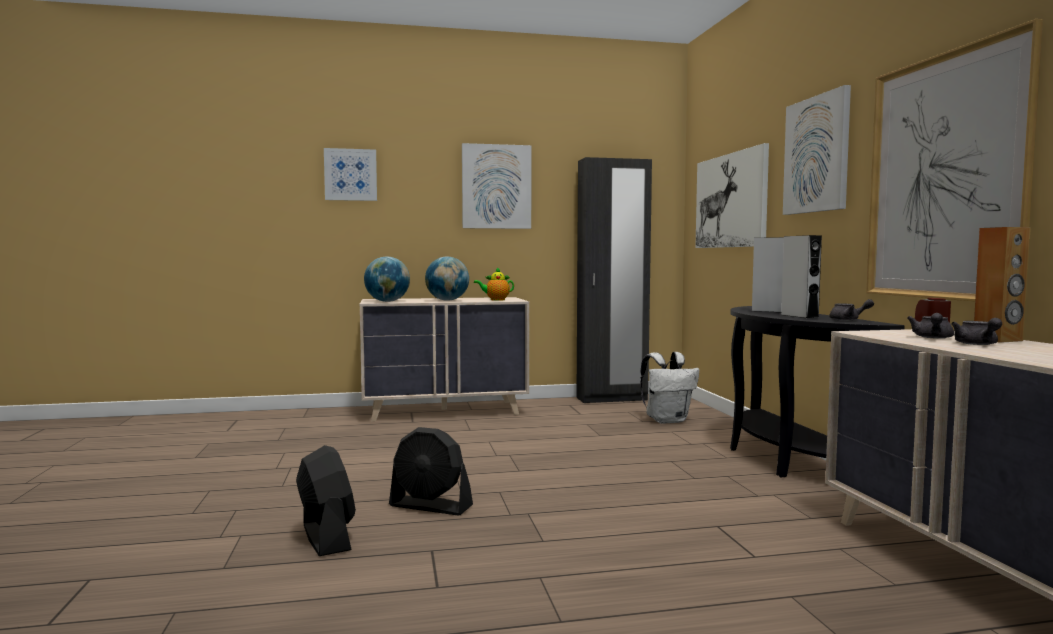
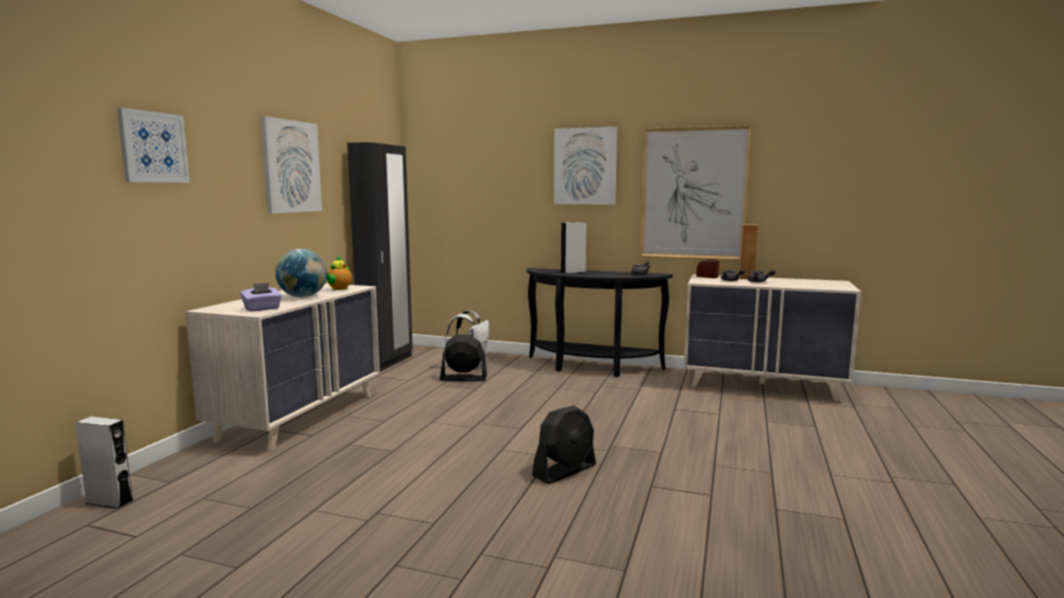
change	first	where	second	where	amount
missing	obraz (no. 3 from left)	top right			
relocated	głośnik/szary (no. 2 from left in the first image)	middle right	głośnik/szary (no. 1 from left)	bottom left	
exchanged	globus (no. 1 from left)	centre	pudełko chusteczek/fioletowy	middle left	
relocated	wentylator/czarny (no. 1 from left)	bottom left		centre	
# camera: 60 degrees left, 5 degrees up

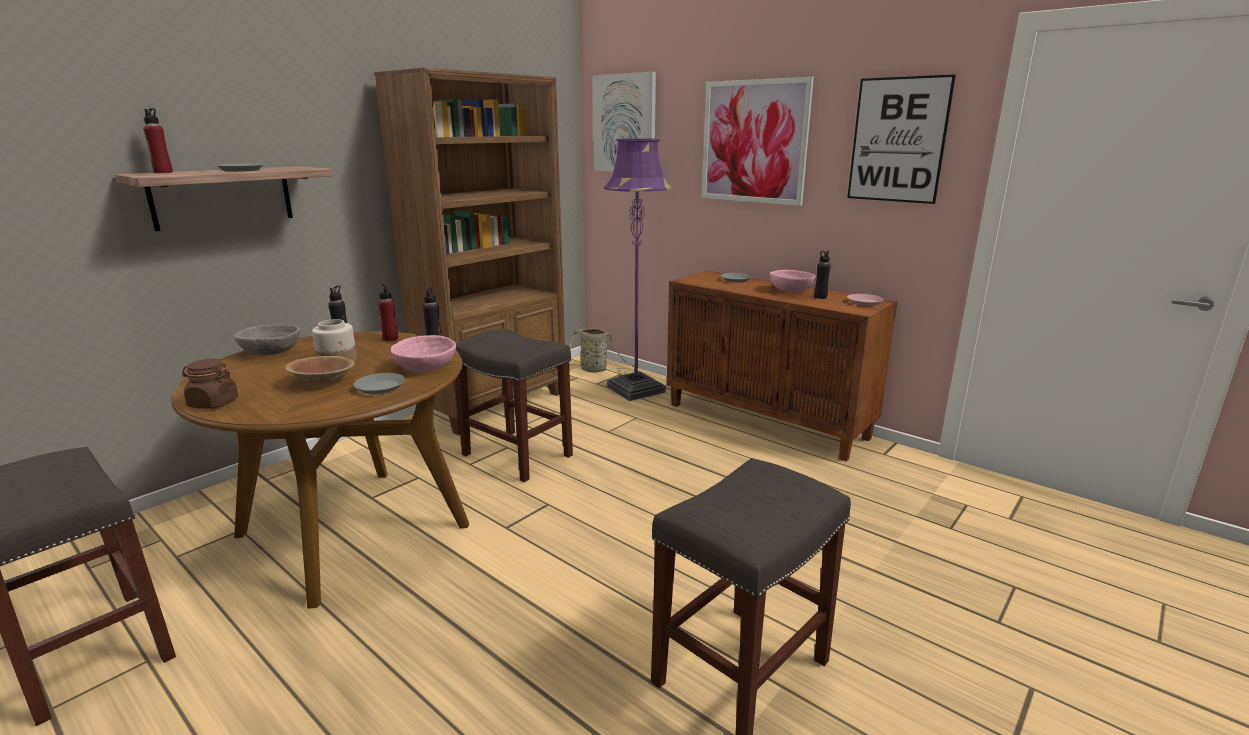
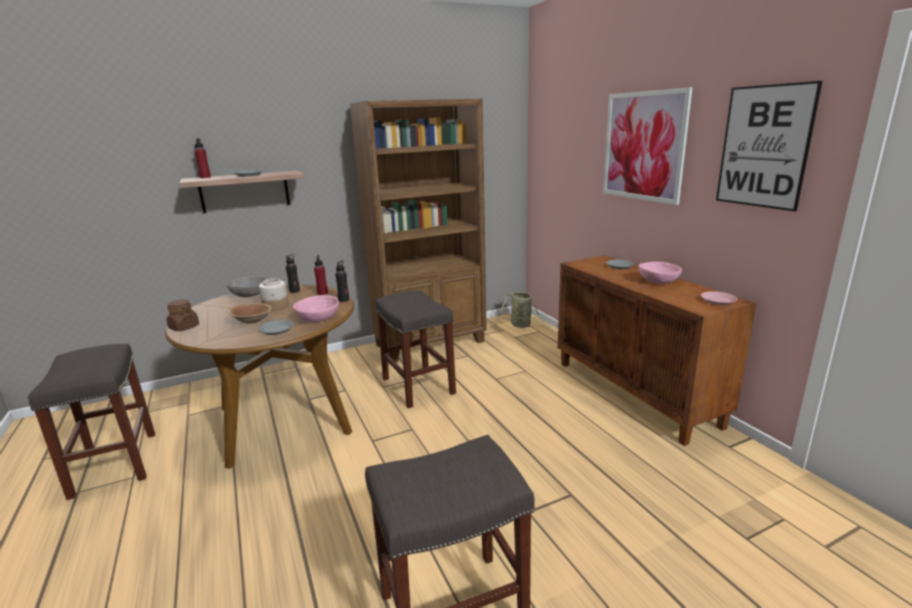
change	first	where	second	where	amount
missing	obraz (no. 1 from left)	top centre			
missing	lampa stojąca/fioletowy	centre			
missing	butelka/czarny (no. 3 from left)	centre			
# camera: 25 degrees right, 0 degrees up

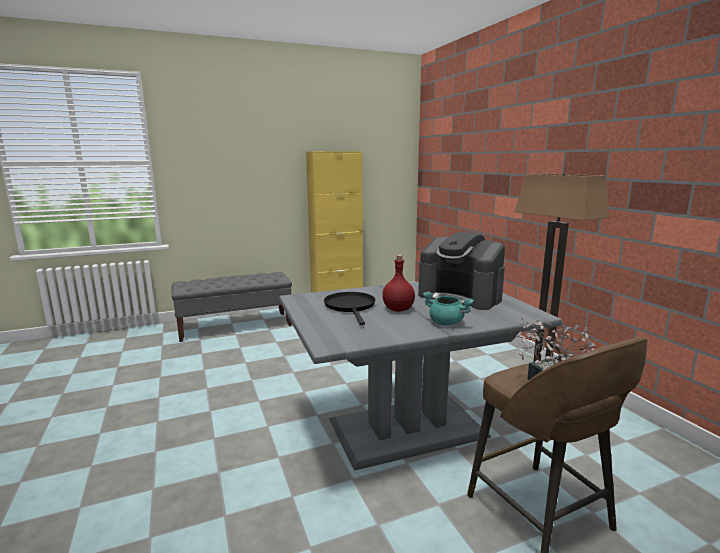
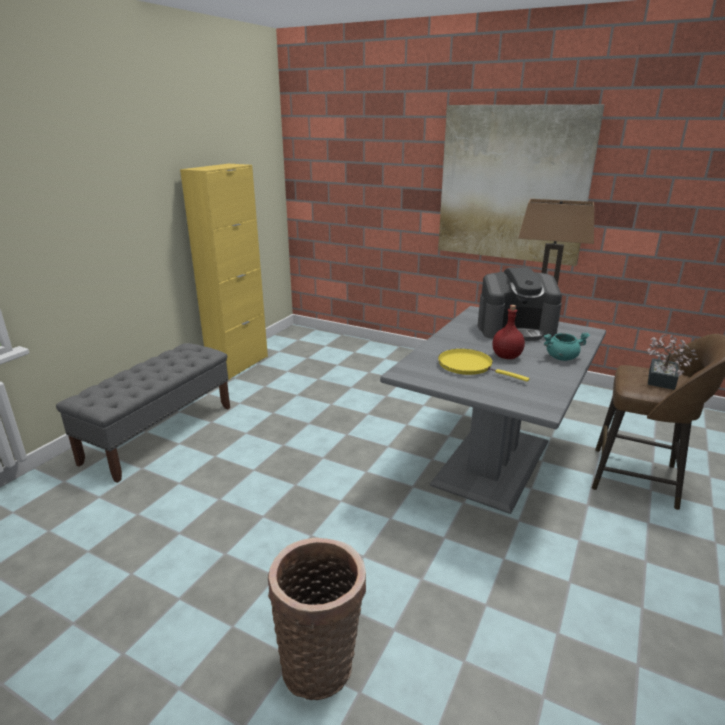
change	first	where	second	where	amount
colour	patelnia/czarny	centre	patelnia/żółty	centre	
appeared			obraz	top right	
appeared			koszyk	bottom centre	
# camera: 40 degrees left, 10 degrees up

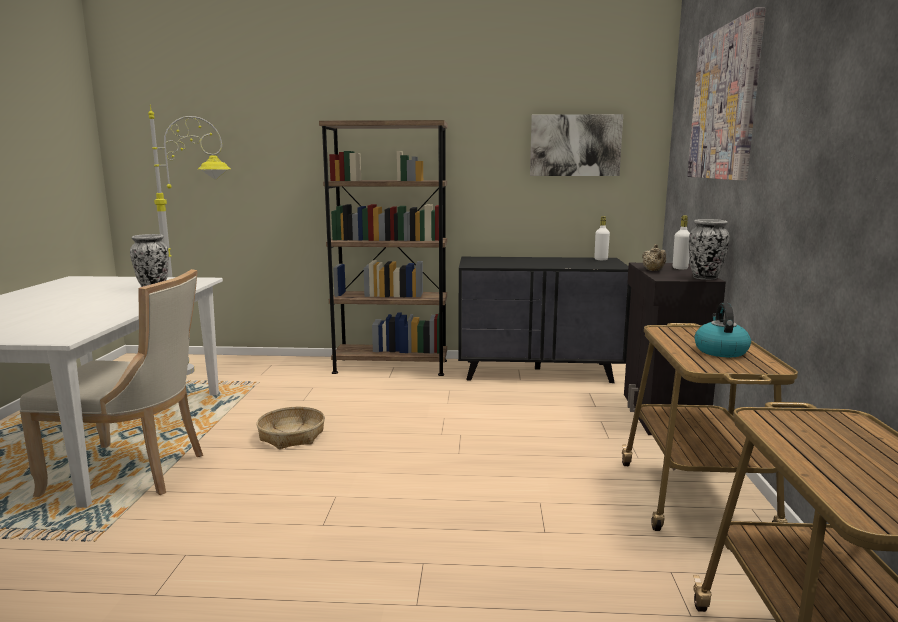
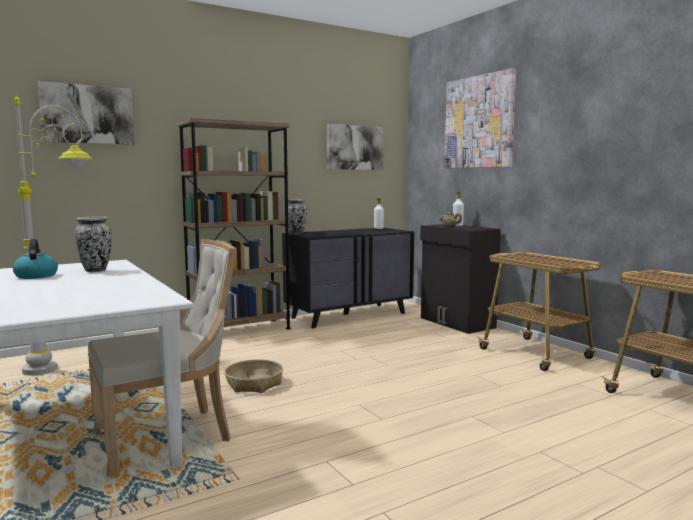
change	first	where	second	where	amount
relocated	wazon (no. 2 from left)	middle right		centre	
relocated	czajnik	middle right		middle left	
appeared			obraz (no. 1 from left)	top left	
# camera: 35 degrees left, 5 degrees down

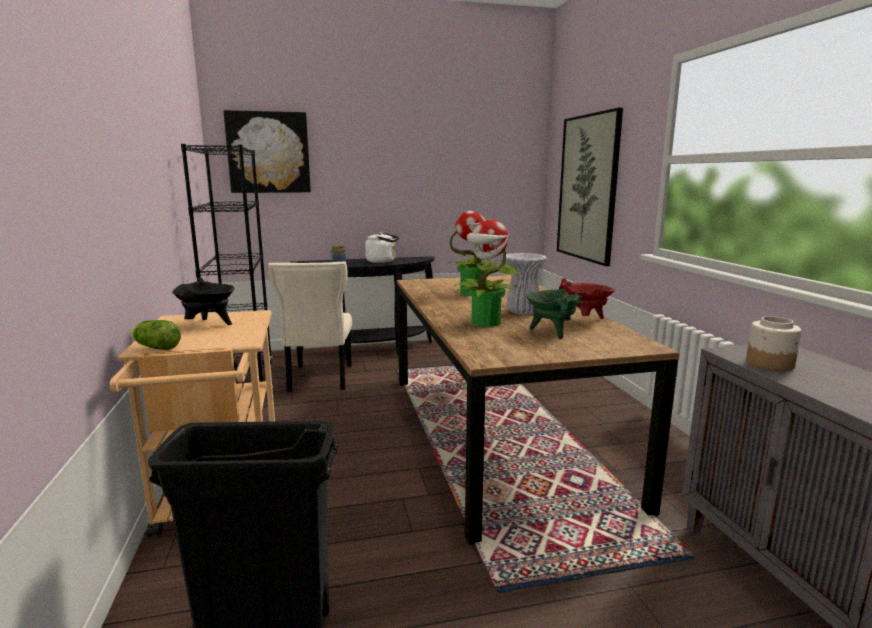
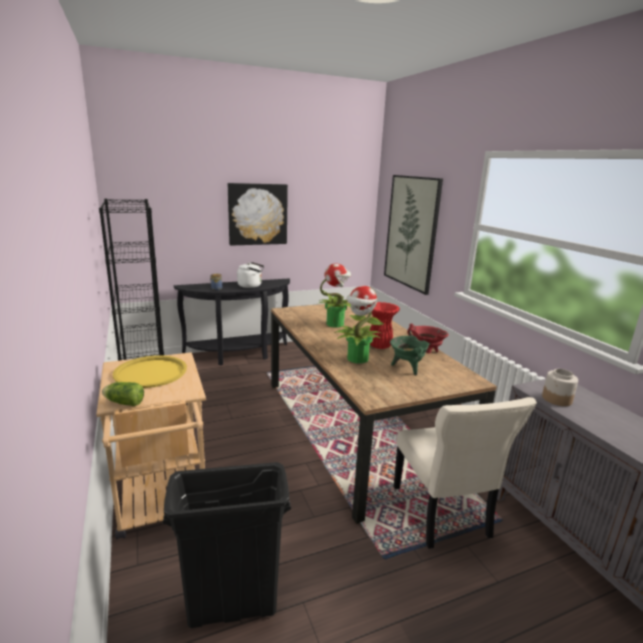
change	first	where	second	where	amount
relocated	obraz (no. 1 from left)	top left		top centre	
colour	wazon/biały	centre	wazon/czerwony	centre	
relocated	krzesło/beżowy	centre		bottom right	
exchanged	garnek/czarny	middle left	taca/żółty	middle left	
# camera: 10 degrees left, 5 degrees up

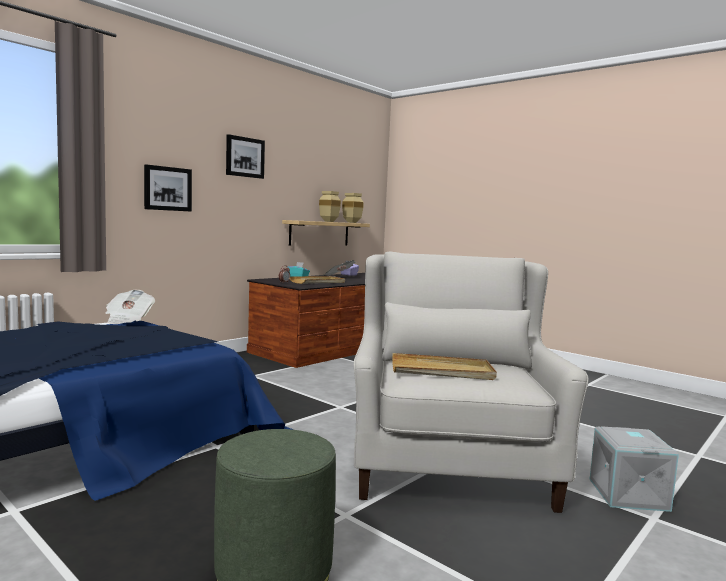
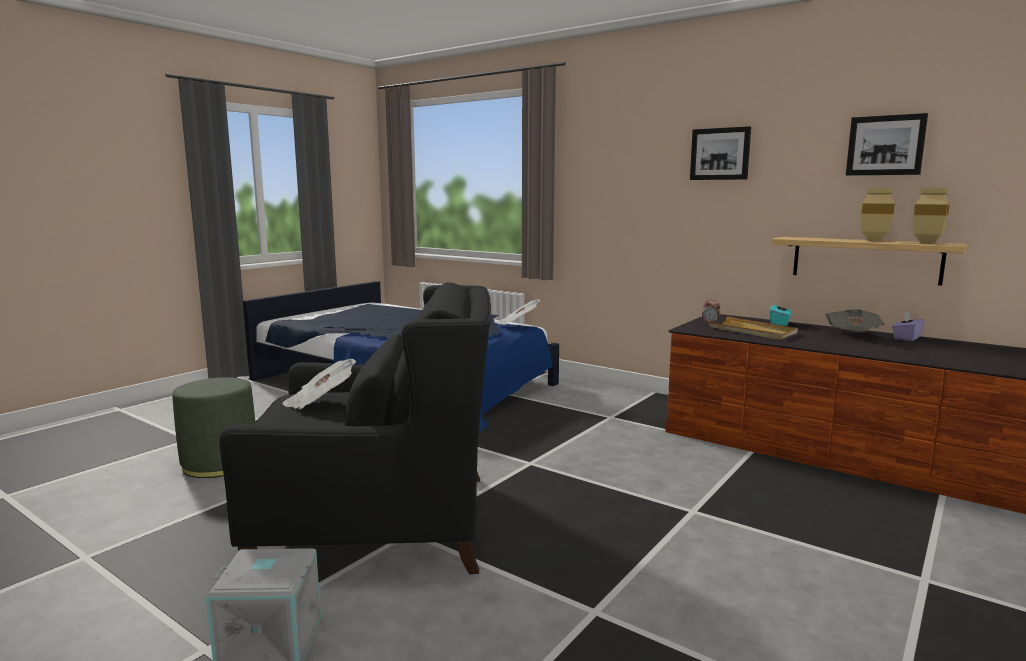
change	first	where	second	where	amount
relocated	obraz (no. 1 from left in the first image)	top left	obraz (no. 2 from left)	top right	
colour	fotel/biały	centre	fotel/czarny	centre	
exchanged	taca/beżowy (no. 2 from left)	centre	gazeta (no. 1 from left)	middle left	
# camera: 85 degrees right, 5 degrees up

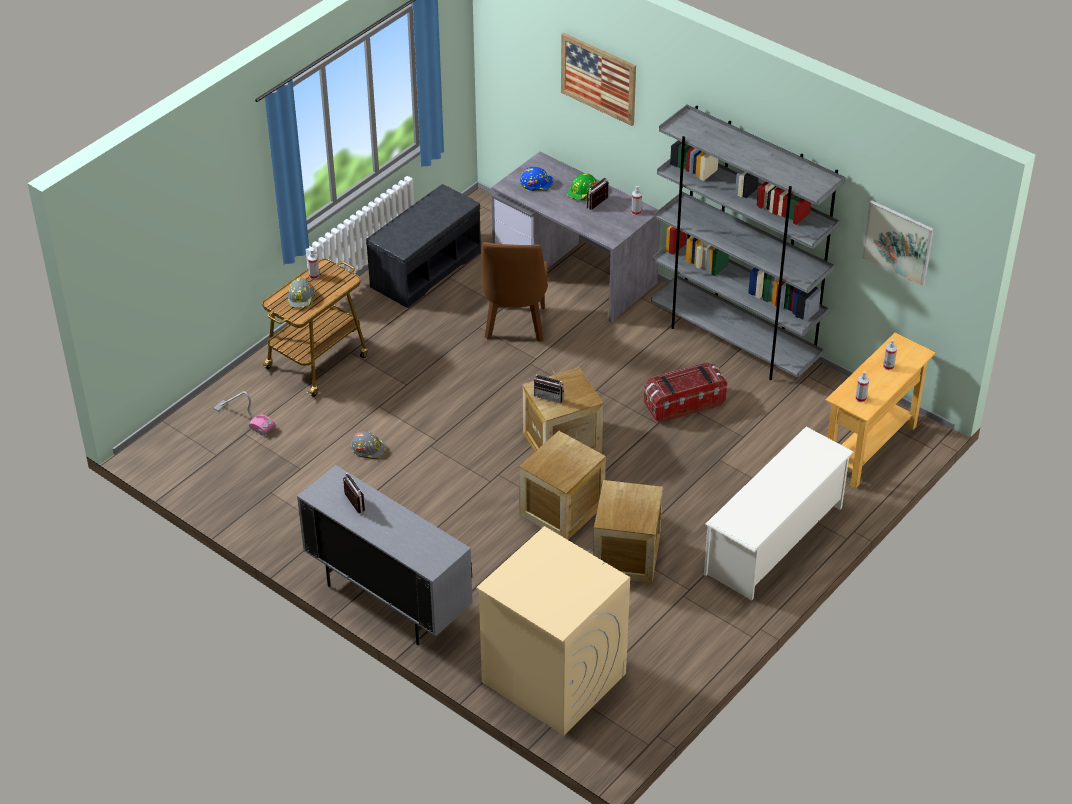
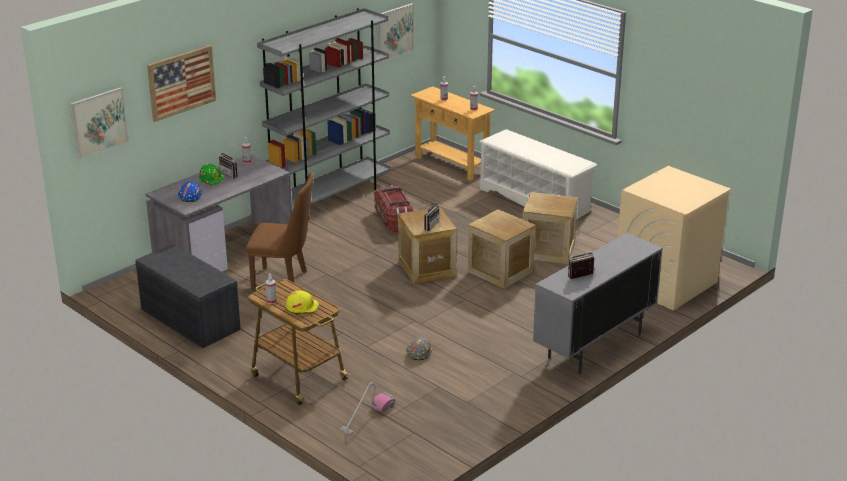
change	first	where	second	where	amount
colour	kask/szary (no. 1 from left)	middle left	kask/żółty	centre	
appeared			obraz (no. 1 from left)	top left	
# camera: 85 degrees left, 15 degrees down

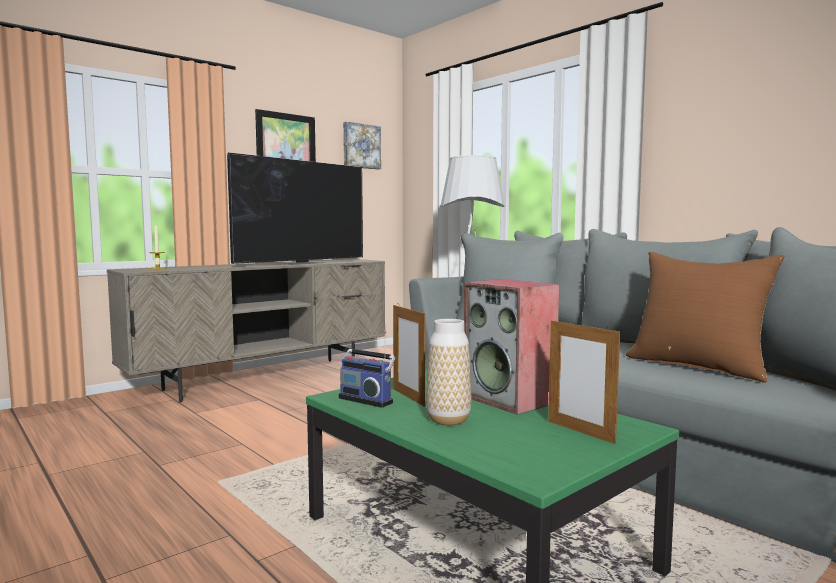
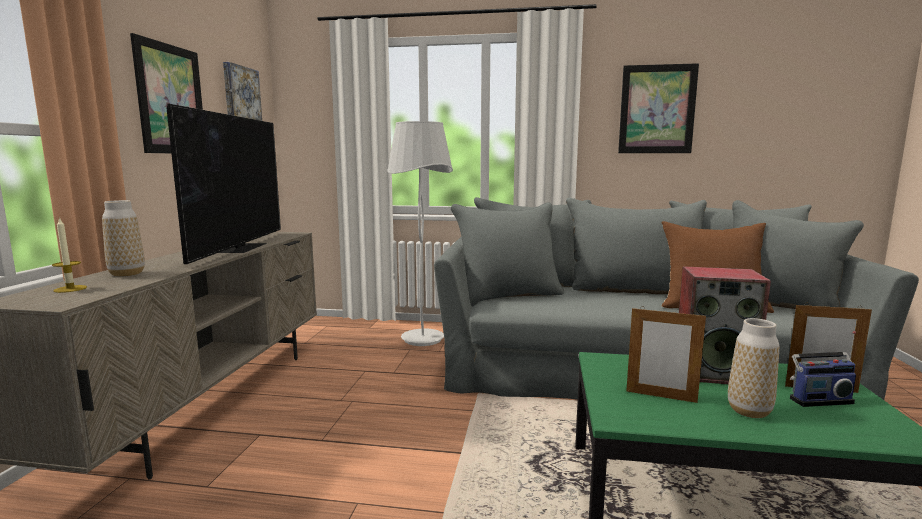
change	first	where	second	where	amount
relocated	radio	centre		bottom right	
appeared			obraz (no. 3 from left)	top right	
appeared			wazon (no. 1 from left)	middle left	
# camera: 40 degrees left, 5 degrees up

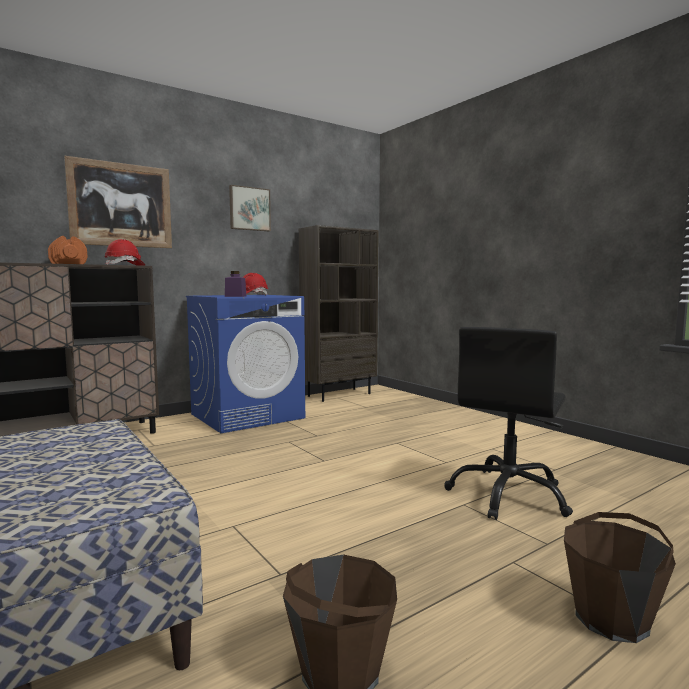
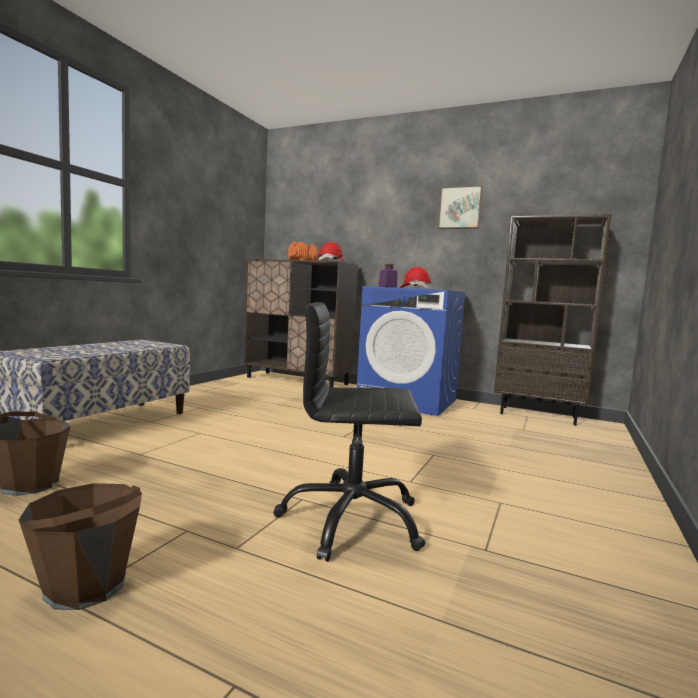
change	first	where	second	where	amount
missing	obraz (no. 1 from left)	top left			
# camera: 60 degrees right, 0 degrees up

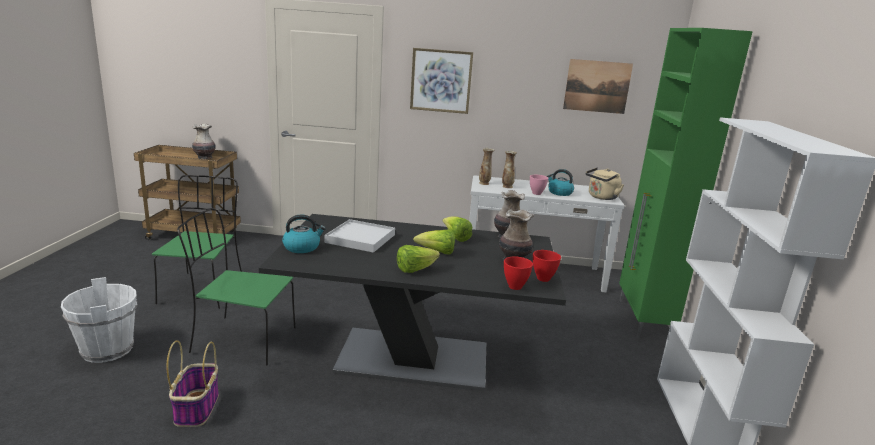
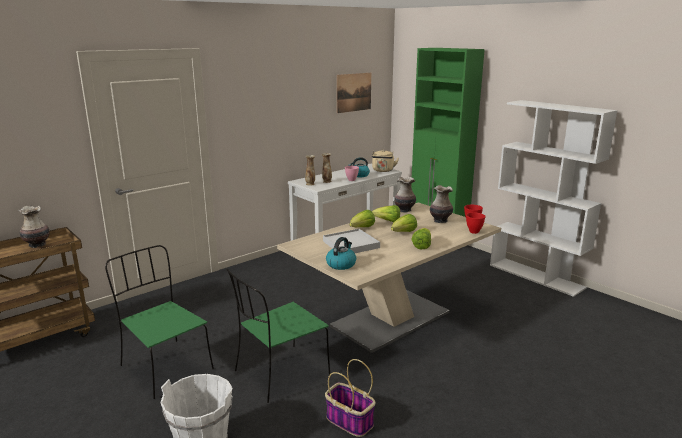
change	first	where	second	where	amount
missing	obraz (no. 1 from left)	top centre			
colour	stół jadalny/czarny	bottom centre	stół jadalny/beżowy	centre	
appeared			sałata (no. 1 from left)	centre	
# camera: 45 degrees left, 0 degrees up

